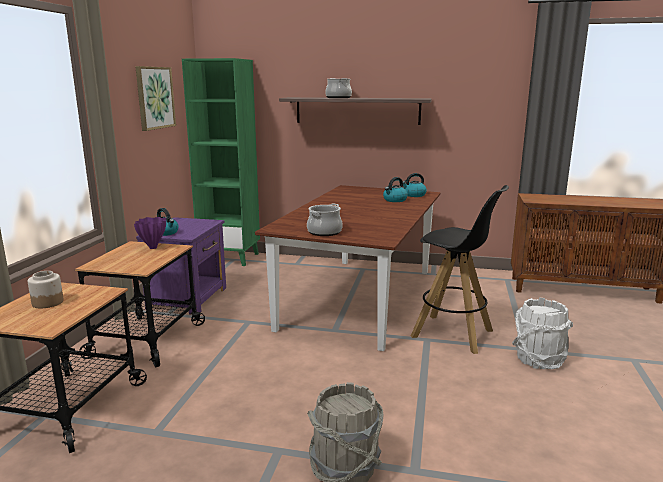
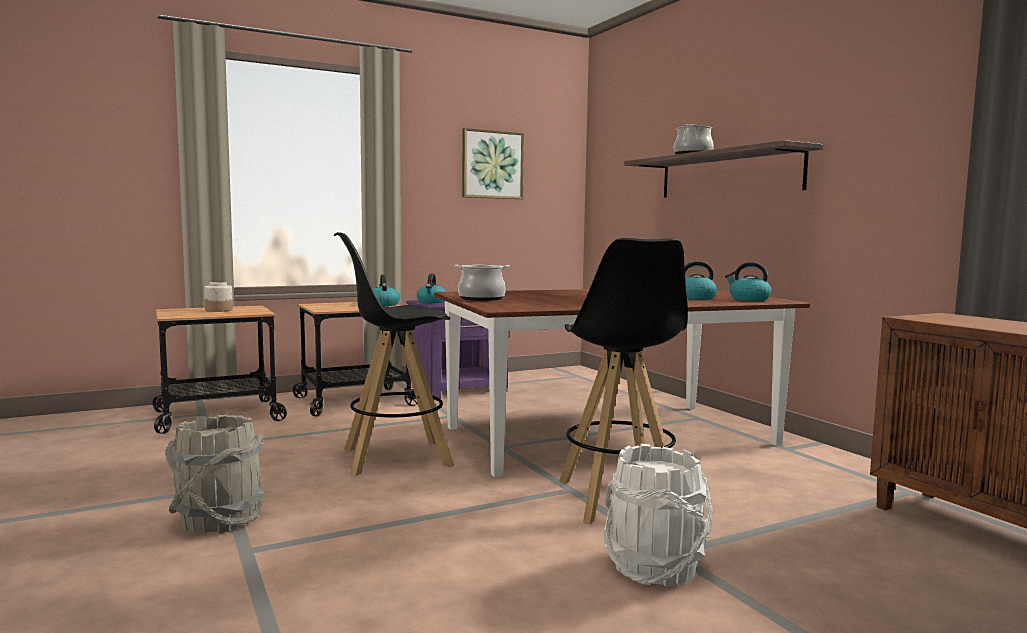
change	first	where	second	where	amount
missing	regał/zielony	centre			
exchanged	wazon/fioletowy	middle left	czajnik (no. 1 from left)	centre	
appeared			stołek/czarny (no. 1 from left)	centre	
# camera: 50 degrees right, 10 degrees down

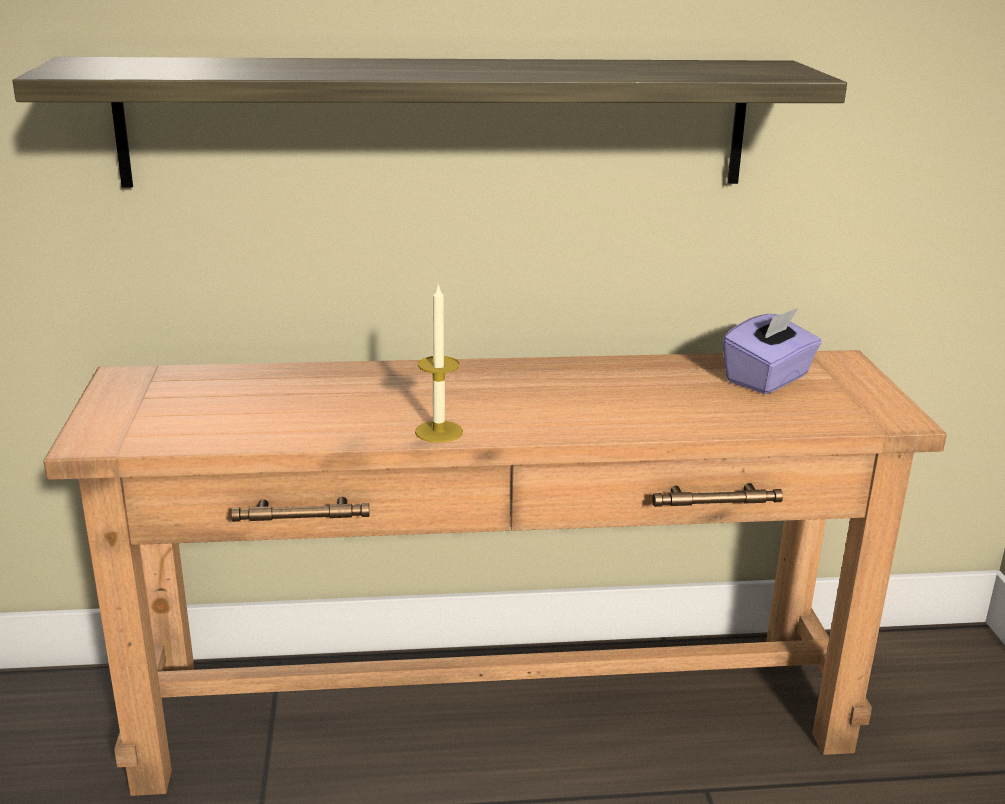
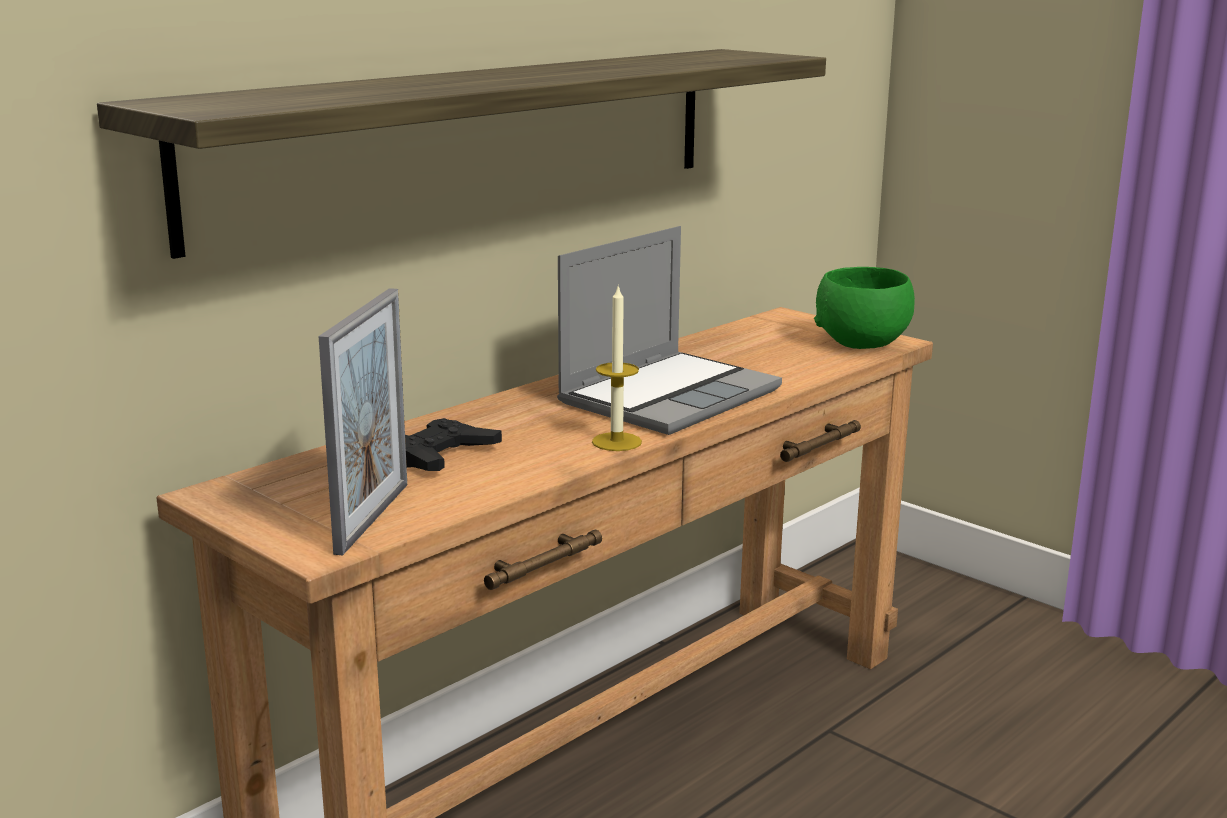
change	first	where	second	where	amount
missing	pudełko chusteczek/fioletowy	middle right			
appeared			laptop	centre	
appeared			miska/zielony	middle right	
appeared			ramka na zdjęcie	middle left	
appeared			pad do gier/czarny	centre	
# camera: 40 degrees left, 5 degrees down

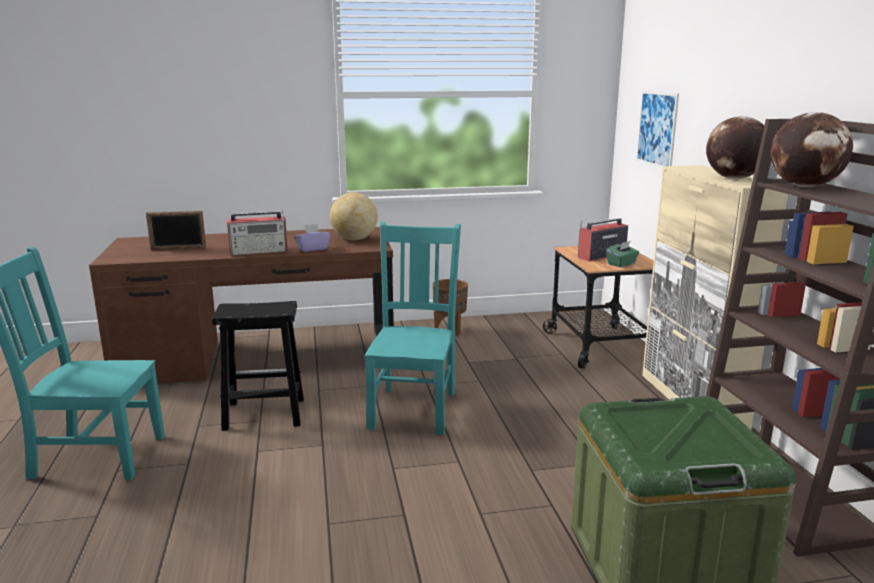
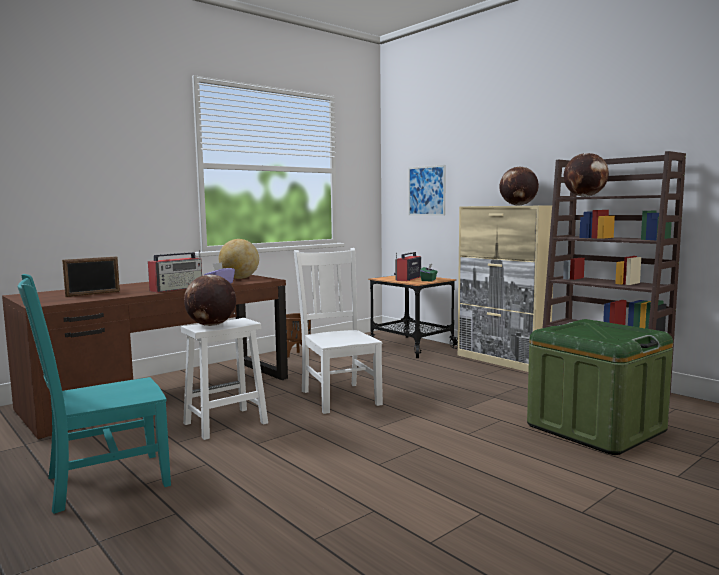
change	first	where	second	where	amount
colour	krzesło/turkusowy (no. 2 from left)	centre	krzesło/biały	centre	
colour	stołek/czarny	middle left	stołek/biały	middle left	
appeared			globus (no. 1 from left)	middle left	
# camera: 30 degrees left, 10 degrees down

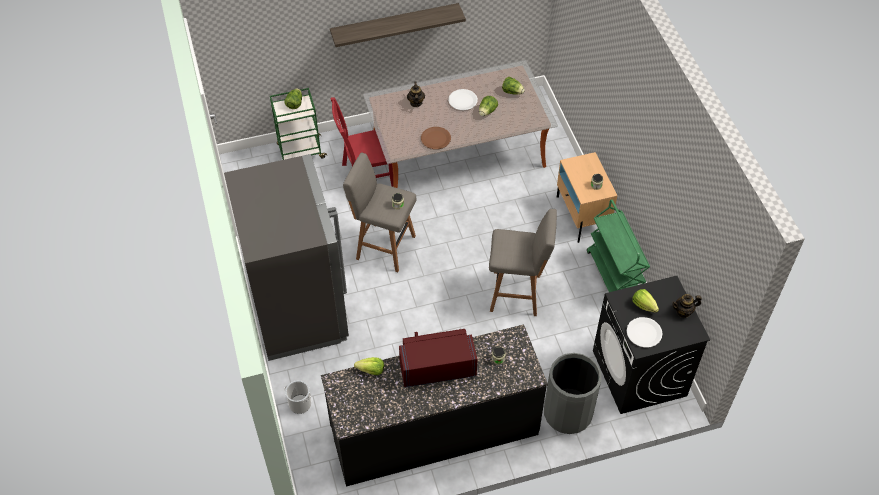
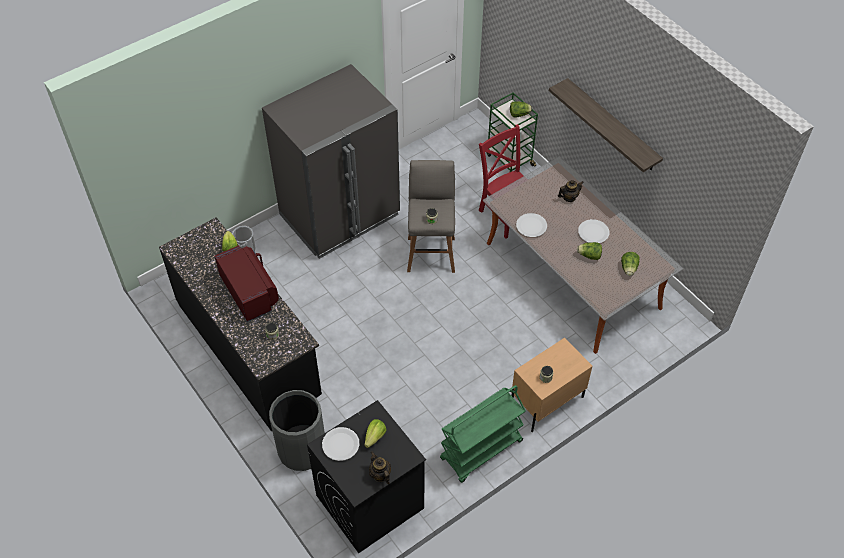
change	first	where	second	where	amount
colour	talerz/brązowy	top centre	talerz/biały (no. 2 from left)	centre	
missing	stołek/szary (no. 2 from left)	centre			
# camera: 70 degrees right, 0 degrees up

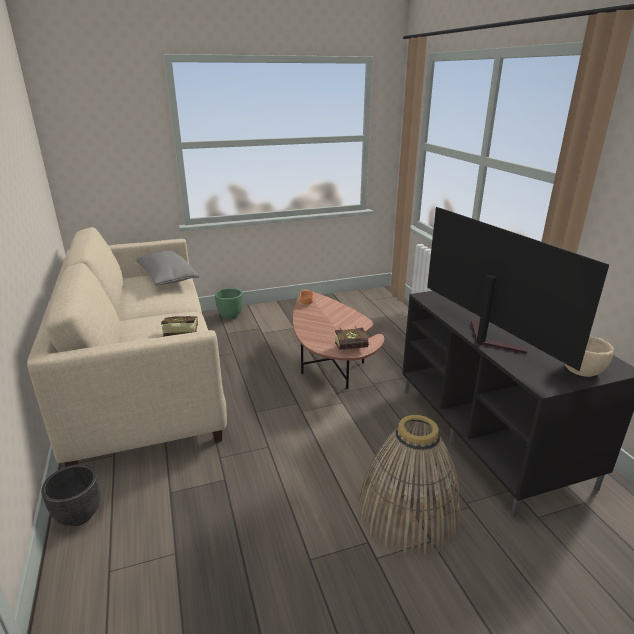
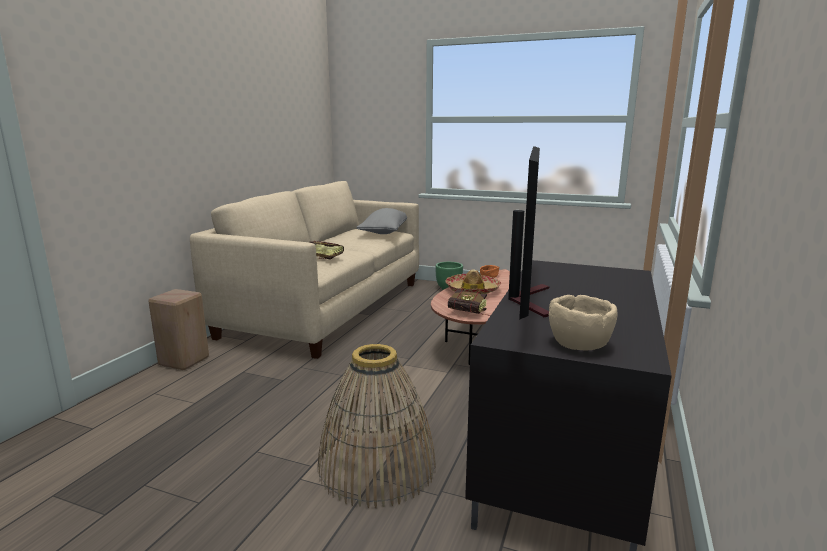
change	first	where	second	where	amount
exchanged	donica/czarny	bottom left	stołek/beżowy	middle left	
appeared			kapelusz	centre	
# camera: 40 degrees right, 10 degrees down

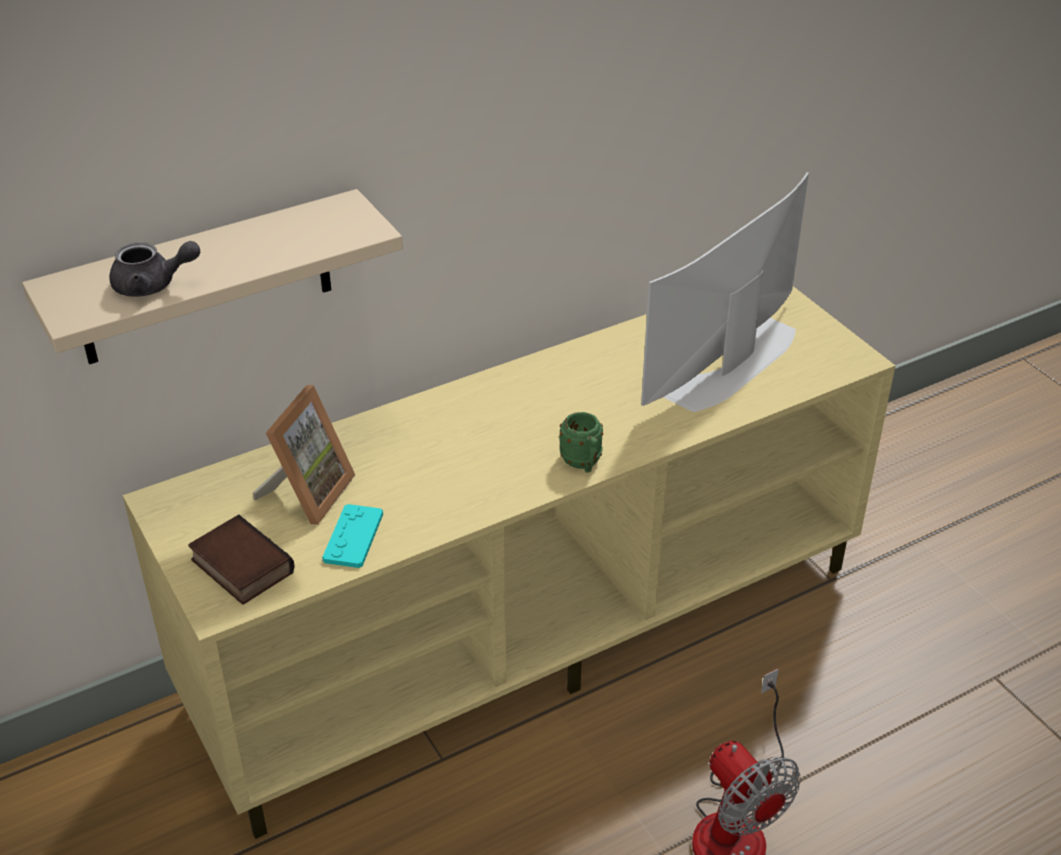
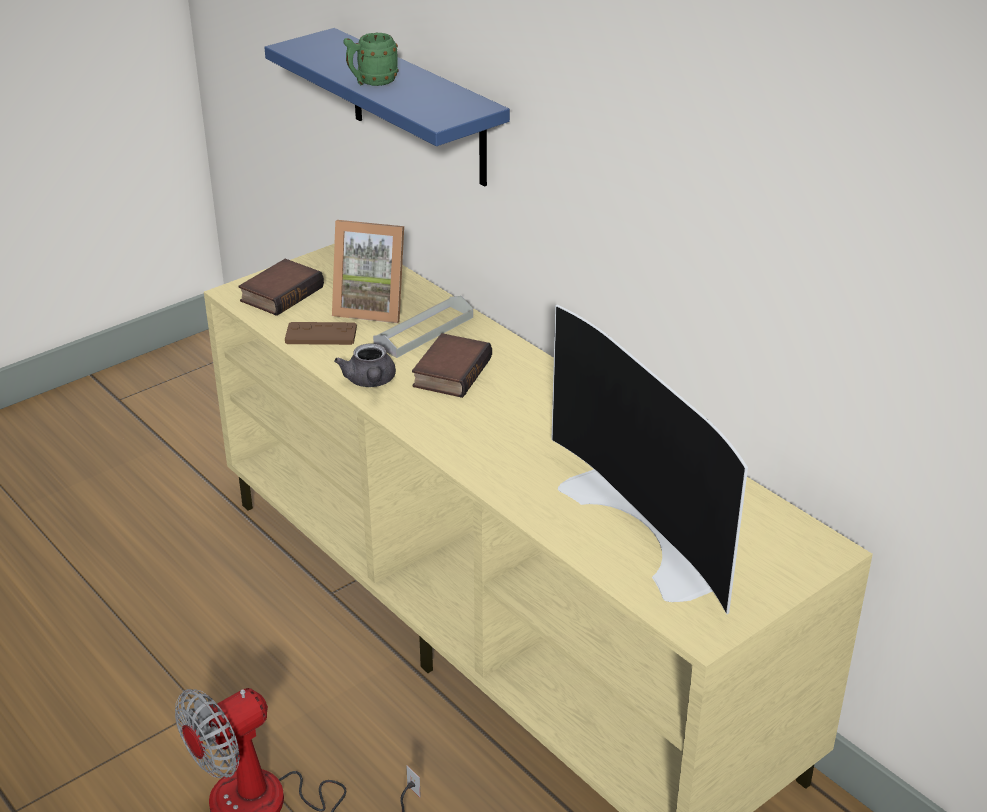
change	first	where	second	where	amount
spun	telewizor	middle right		centre	150 degrees counterclockwise
colour	półka/beżowy	top left	półka/niebieski	top centre	
relocated	imbryk/szary	top left		centre	
relocated	kubek/zielony	centre		top centre	
colour	pad do gier/turkusowy	middle left	pad do gier/brązowy	middle left	
appeared			taca/szary	centre	
appeared			książka (no. 2 from left)	centre	
# camera: 80 degrees right, 5 degrees down

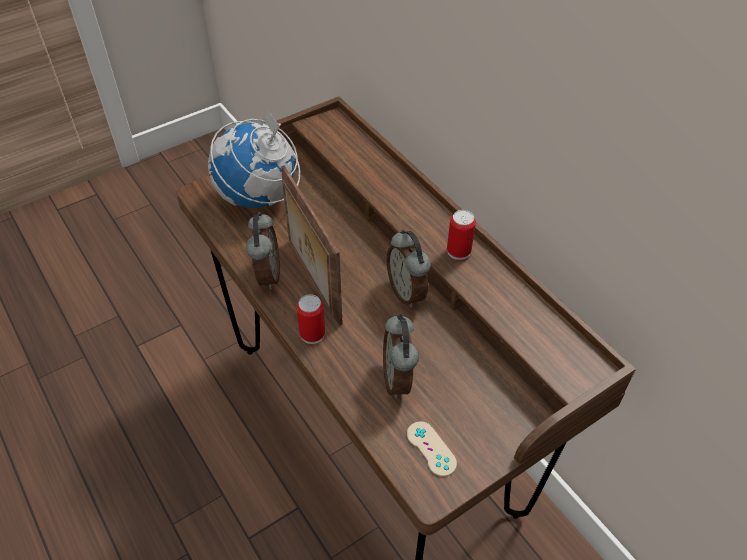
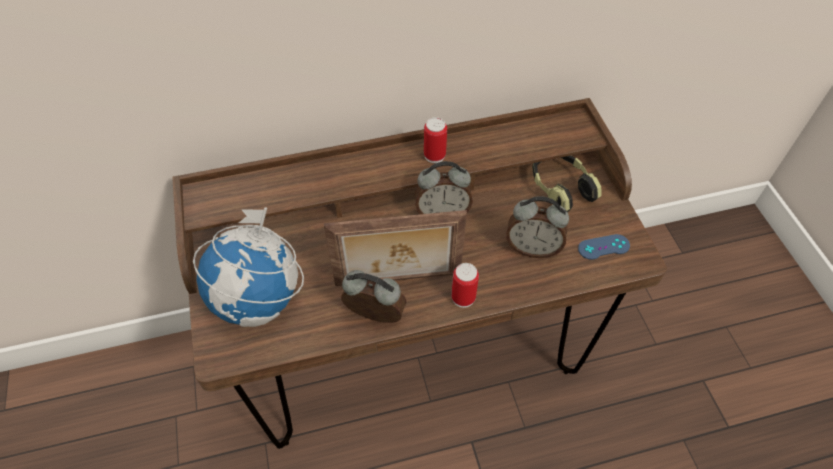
change	first	where	second	where	amount
colour	pad do gier/beżowy	bottom centre	pad do gier/niebieski	middle right	
appeared			słuchawki	middle right	
# camera: 70 degrees left, 5 degrees up

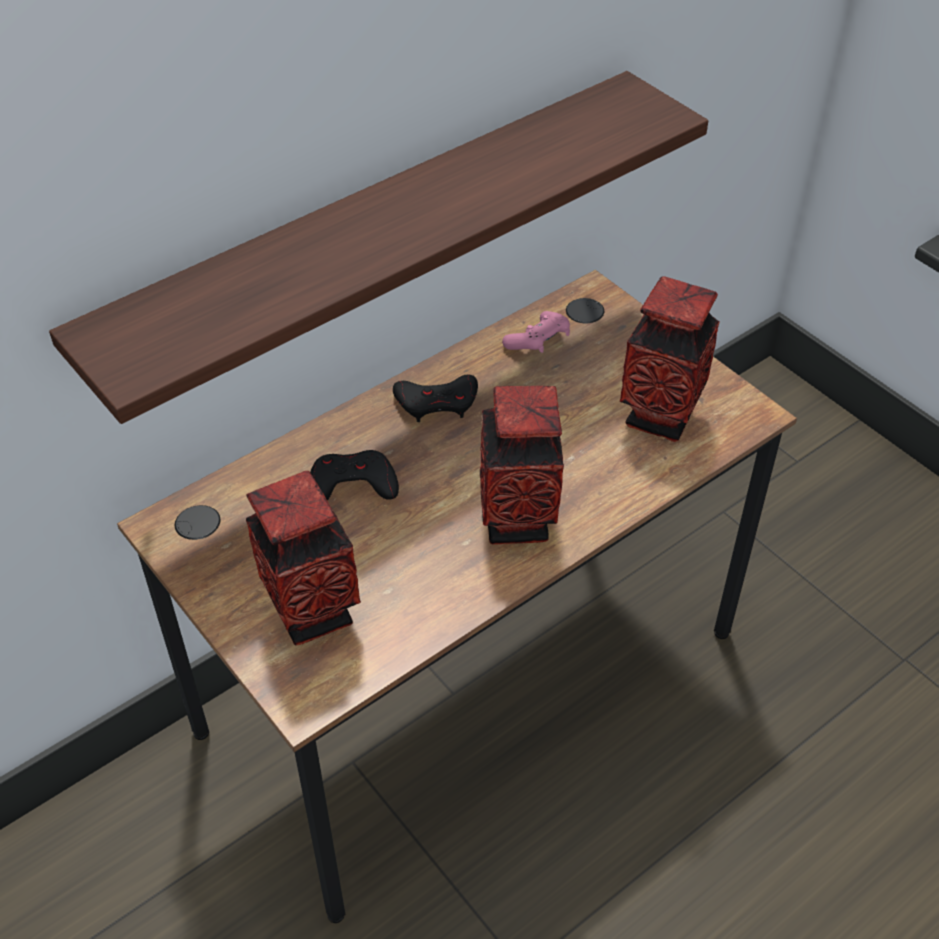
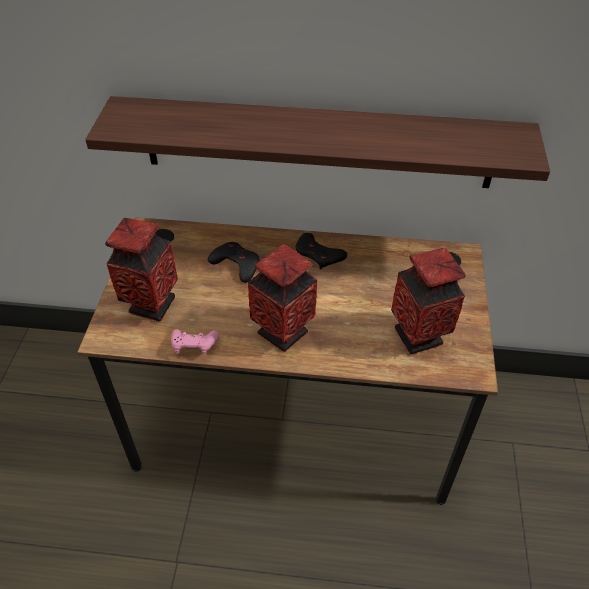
change	first	where	second	where	amount
relocated	pad do gier/różowy	centre		middle left	
# camera: 45 degrees right, 0 degrees up

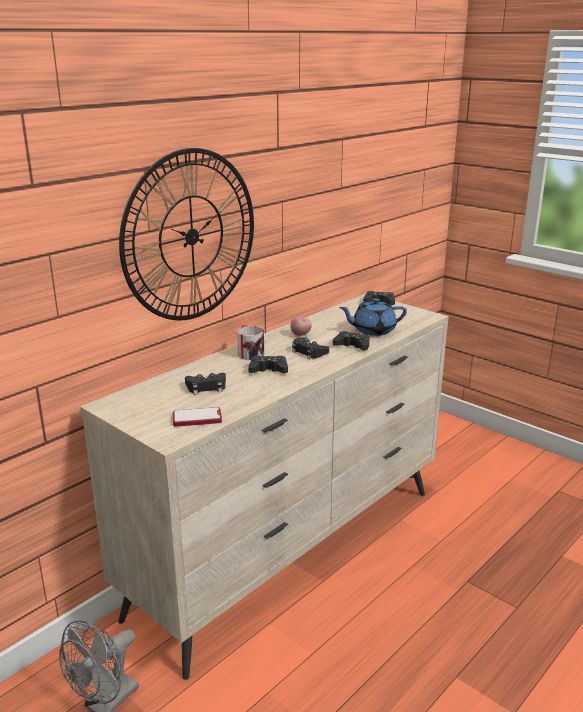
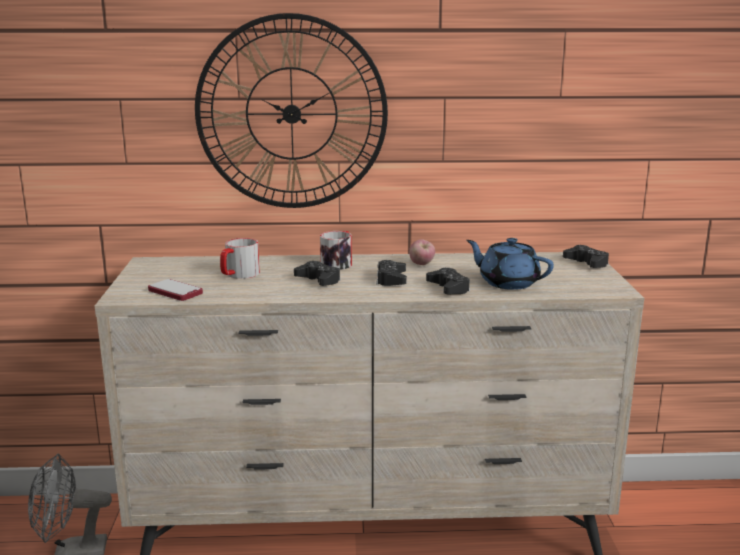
change	first	where	second	where	amount
exchanged	pad do gier/czarny (no. 1 from left)	centre	kubek (no. 1 from left)	middle left	
# camera: 45 degrees right, 5 degrees down

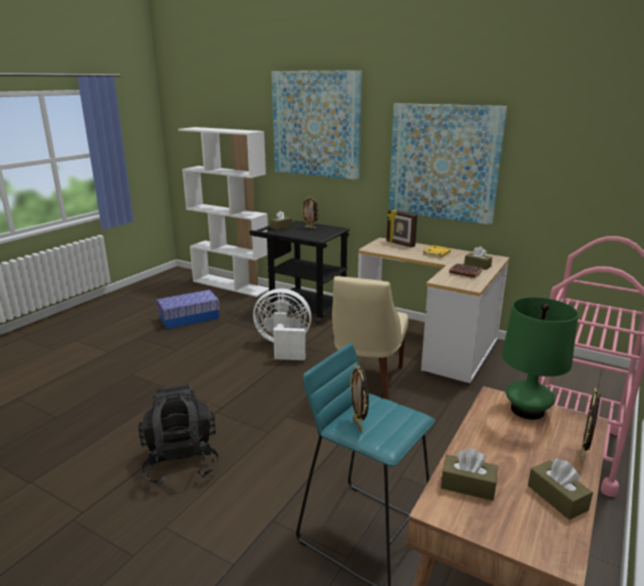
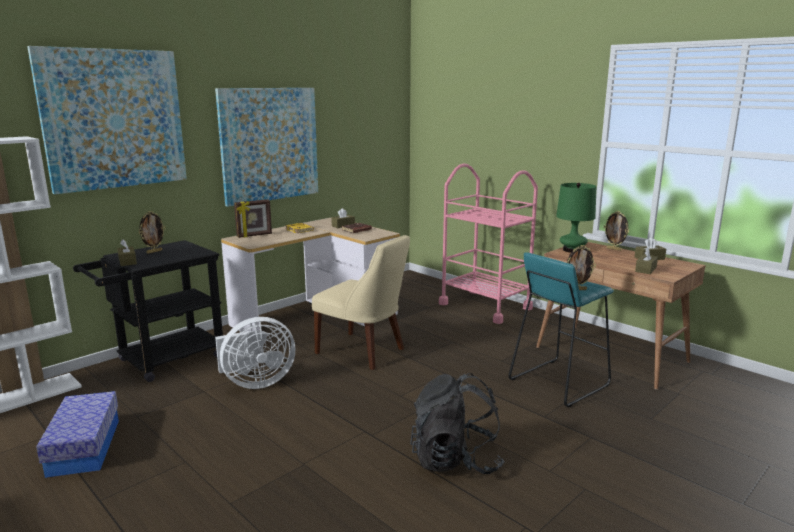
change	first	where	second	where	amount
spun	wentylator/biały	centre		middle left	135 degrees counterclockwise
# camera: 75 degrees left, 5 degrees down

